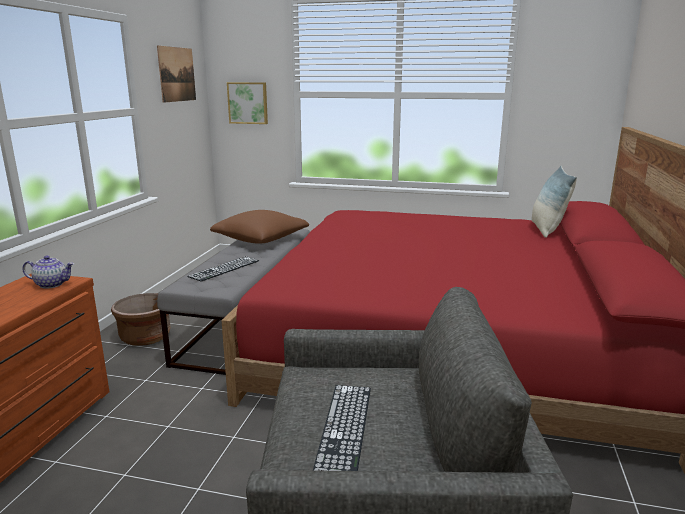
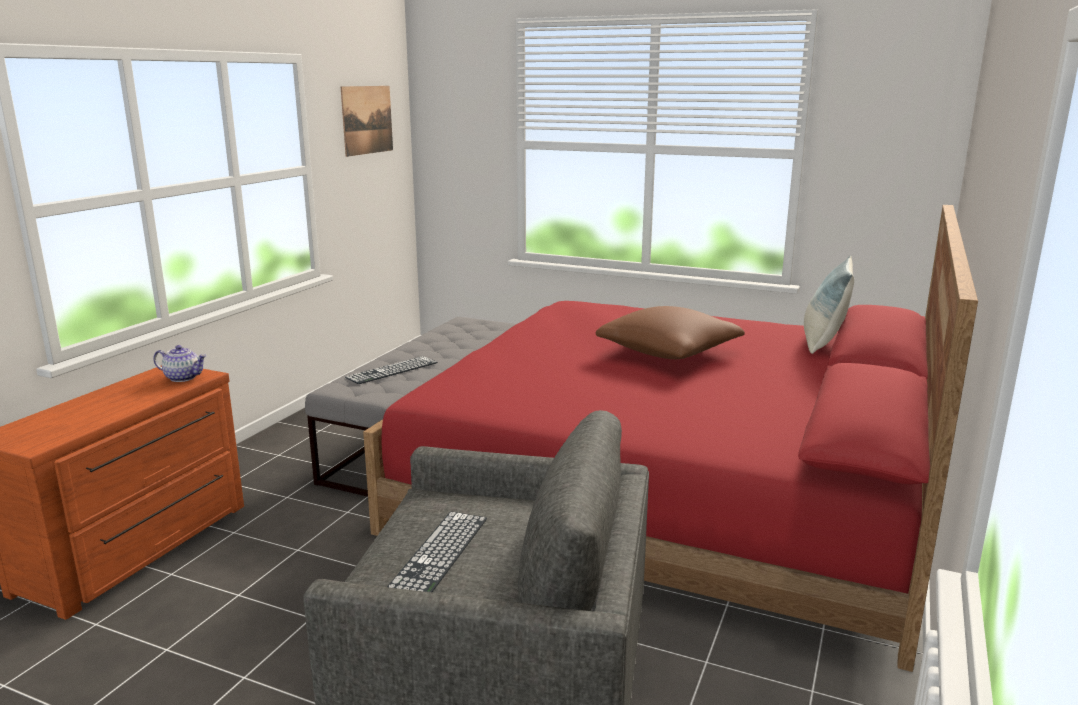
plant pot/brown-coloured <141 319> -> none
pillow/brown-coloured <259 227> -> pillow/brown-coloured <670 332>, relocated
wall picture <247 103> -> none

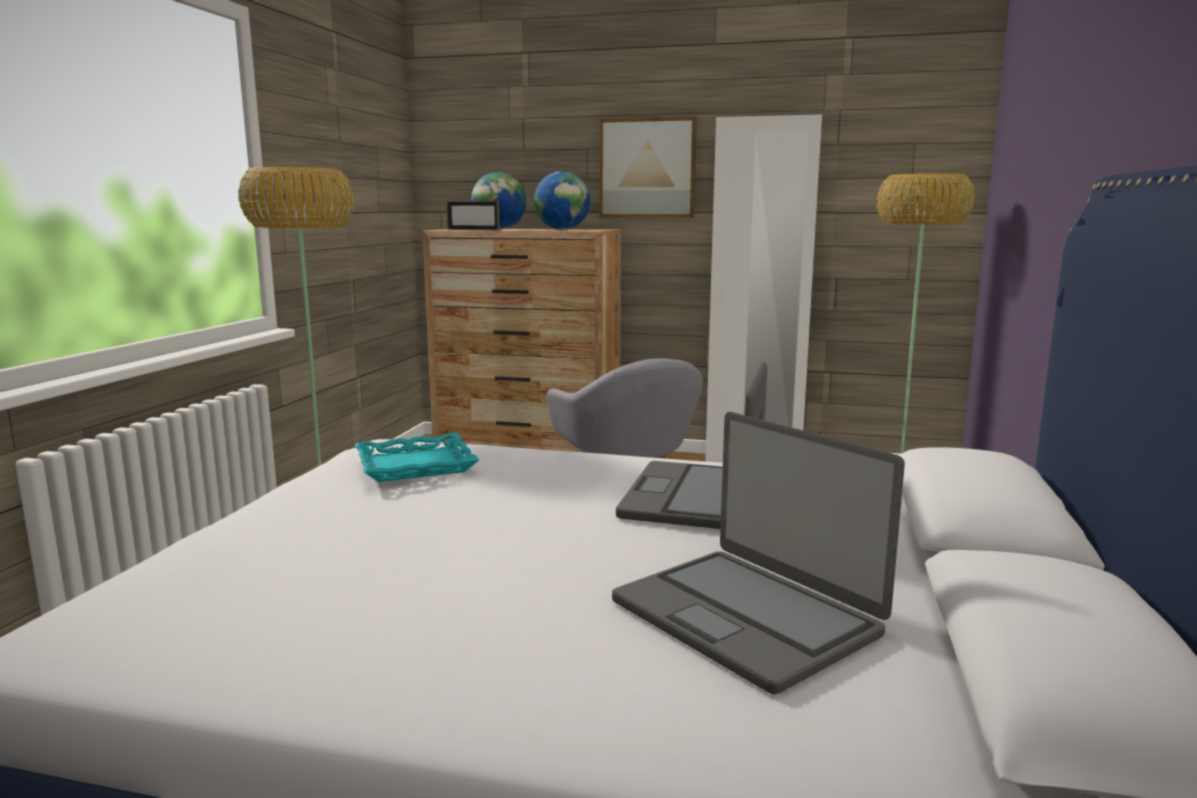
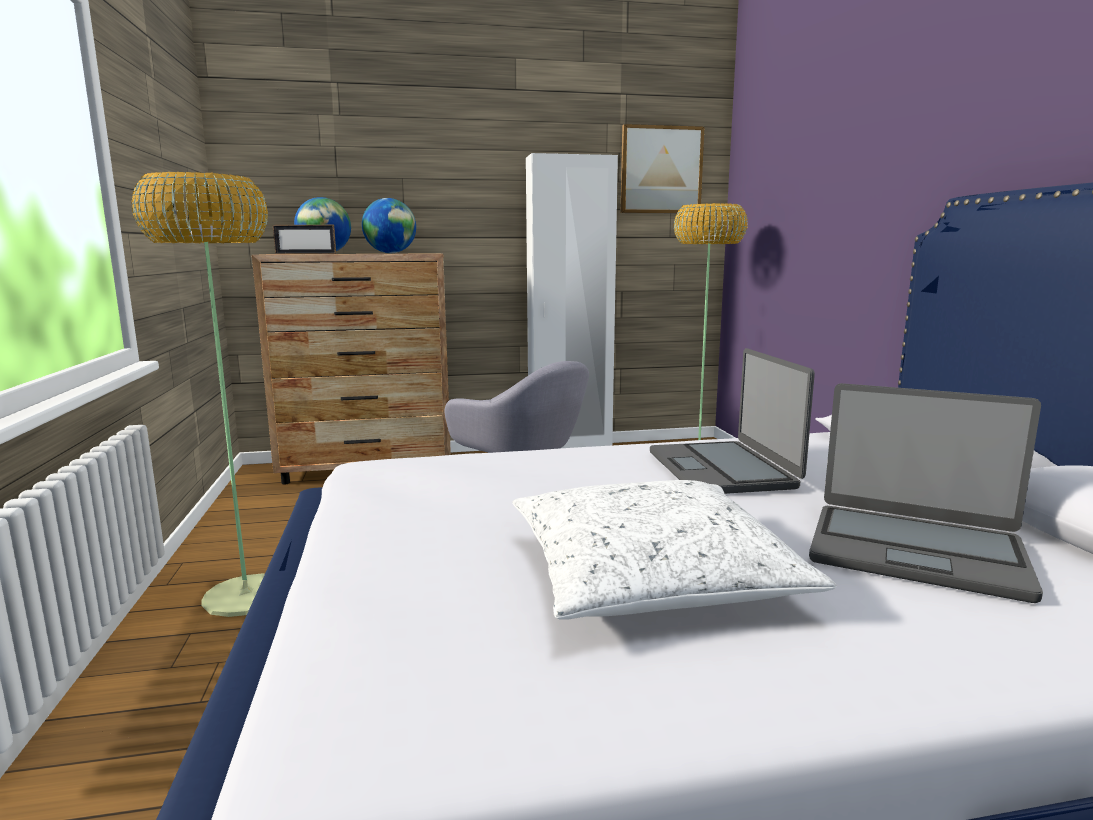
tray/turquoise-coloured <417 457> -> none
wall picture <648 167> -> wall picture <662 168>, relocated
none -> pillow/white <674 550>

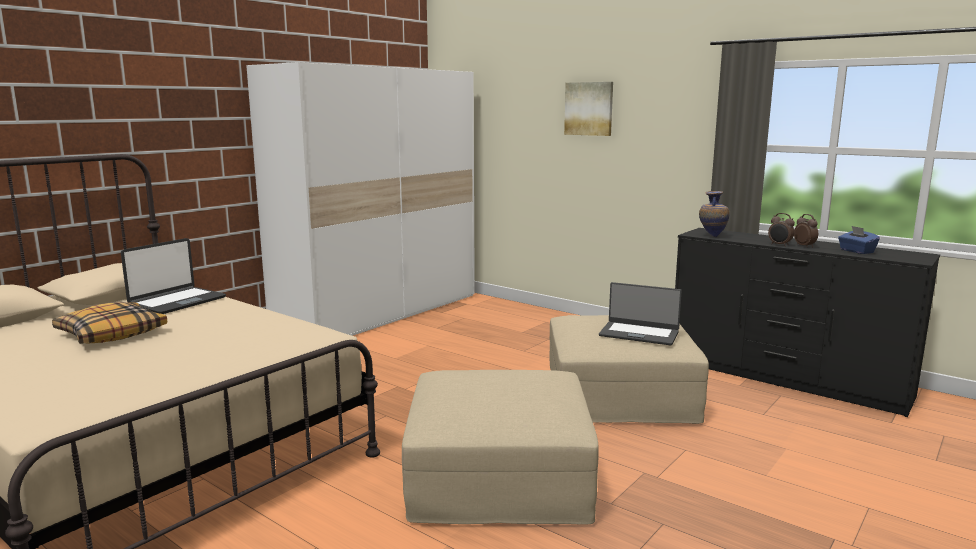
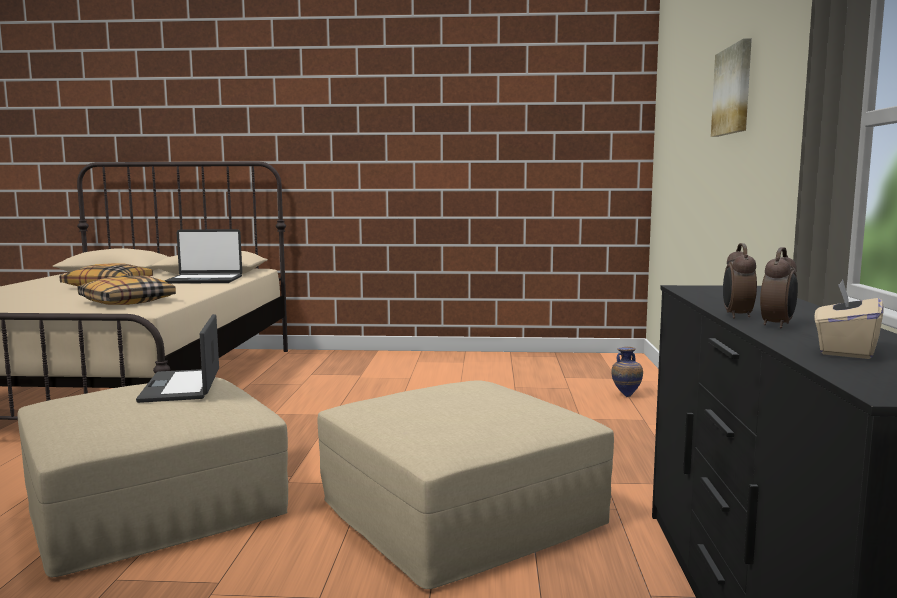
armoire/white <360 199> -> none
laptop <640 313> -> laptop <177 358>, relocated
vase <714 214> -> vase <627 372>, relocated
tissue box/blue <859 240> -> tissue box/beige <849 319>
none -> pillow <126 290>

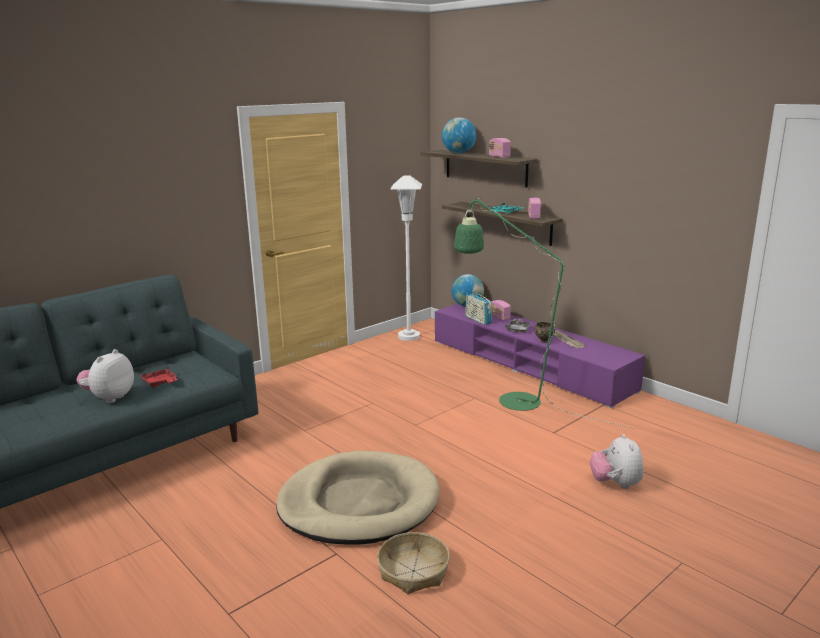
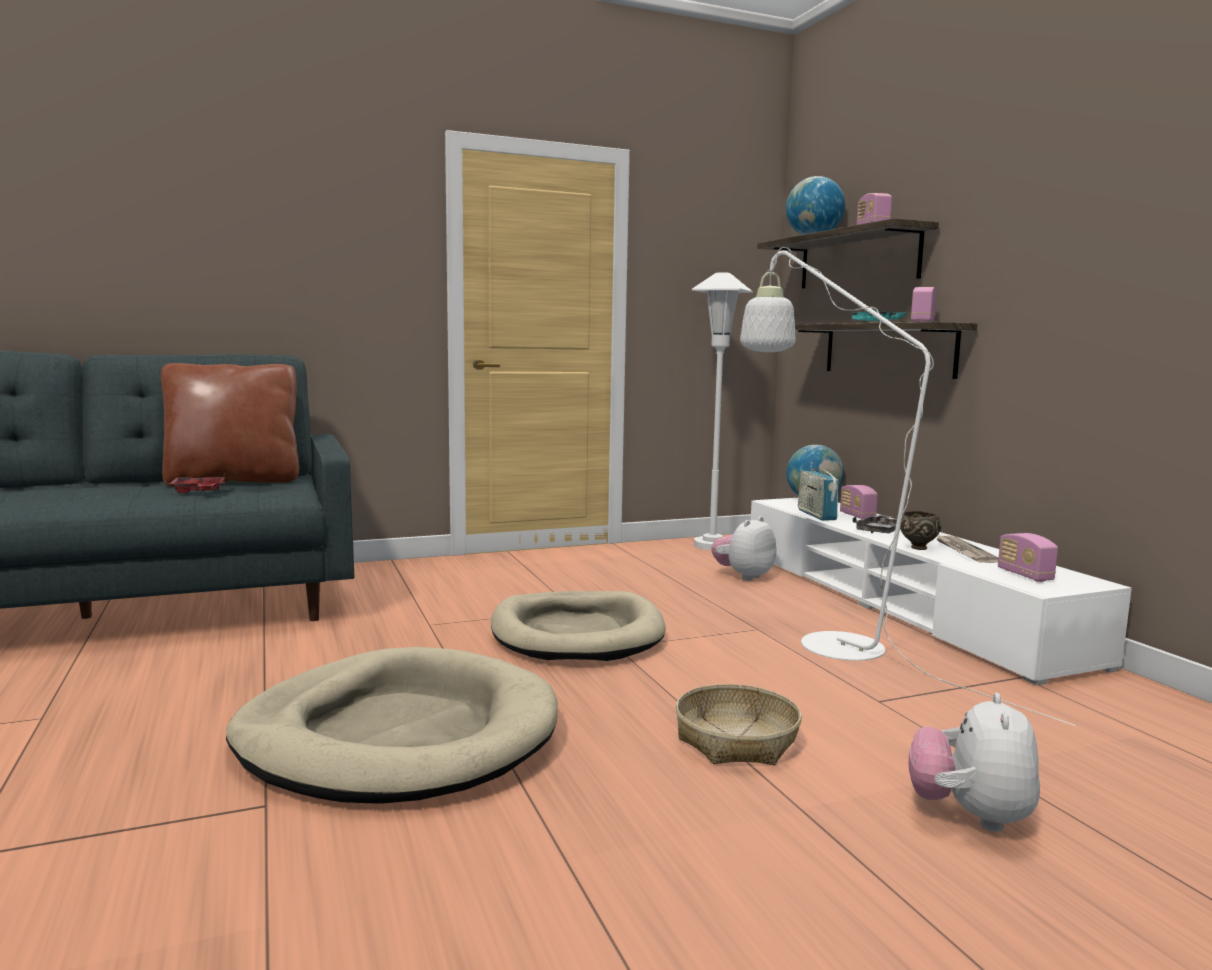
soft toy <105 376> -> soft toy <743 548>, relocated
household basket <413 563> -> household basket <739 724>, relocated
tv unit/purplish <540 356> -> tv unit/white <941 591>
floor lamp/green-coloured <544 313> -> floor lamp/white <908 486>
none -> pillow/brown-coloured <230 424>
none -> dog bed/beige <578 626>
none -> radio <1028 557>

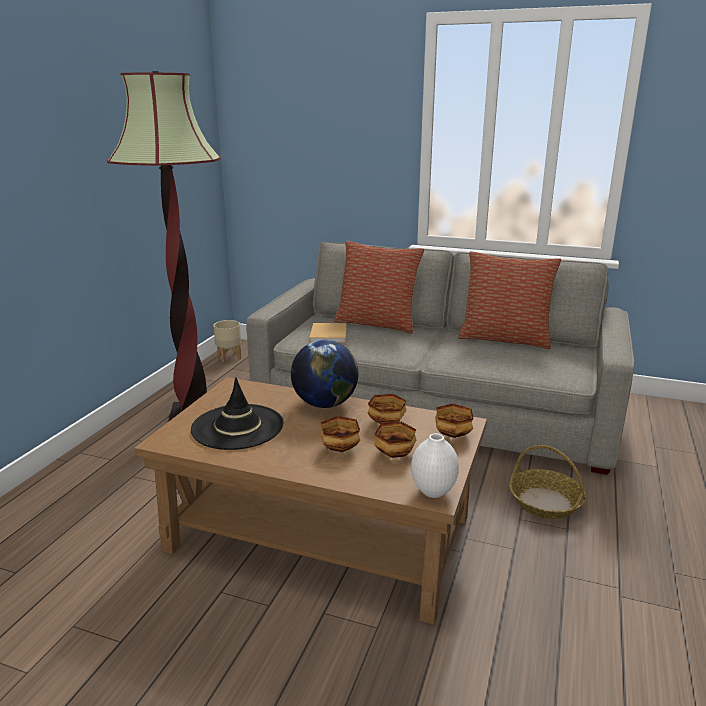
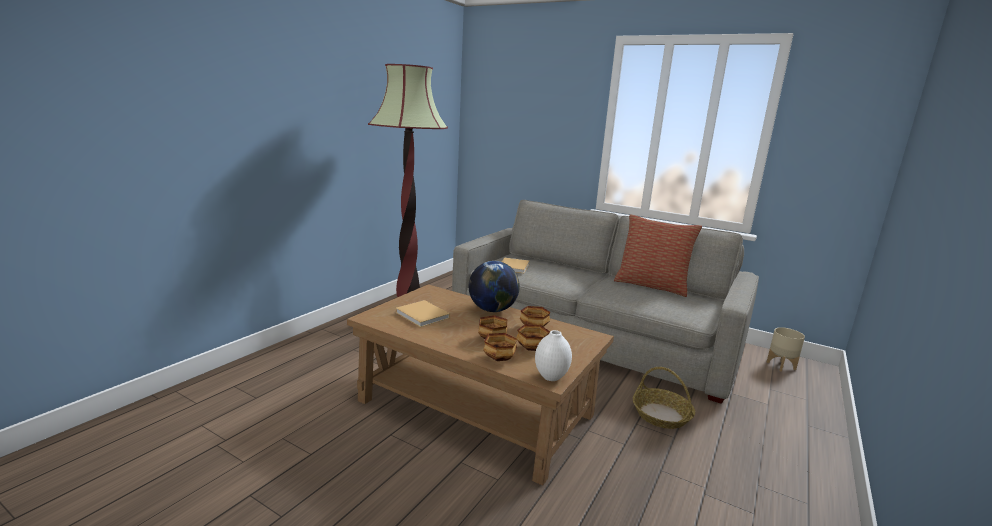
clothing hat/black <237 414> -> volume/beige <423 313>
plant pot/beige <227 341> -> plant pot/beige <785 349>, relocated
pillow <379 287> -> none
deep dish <454 421> -> deep dish <500 347>, relocated

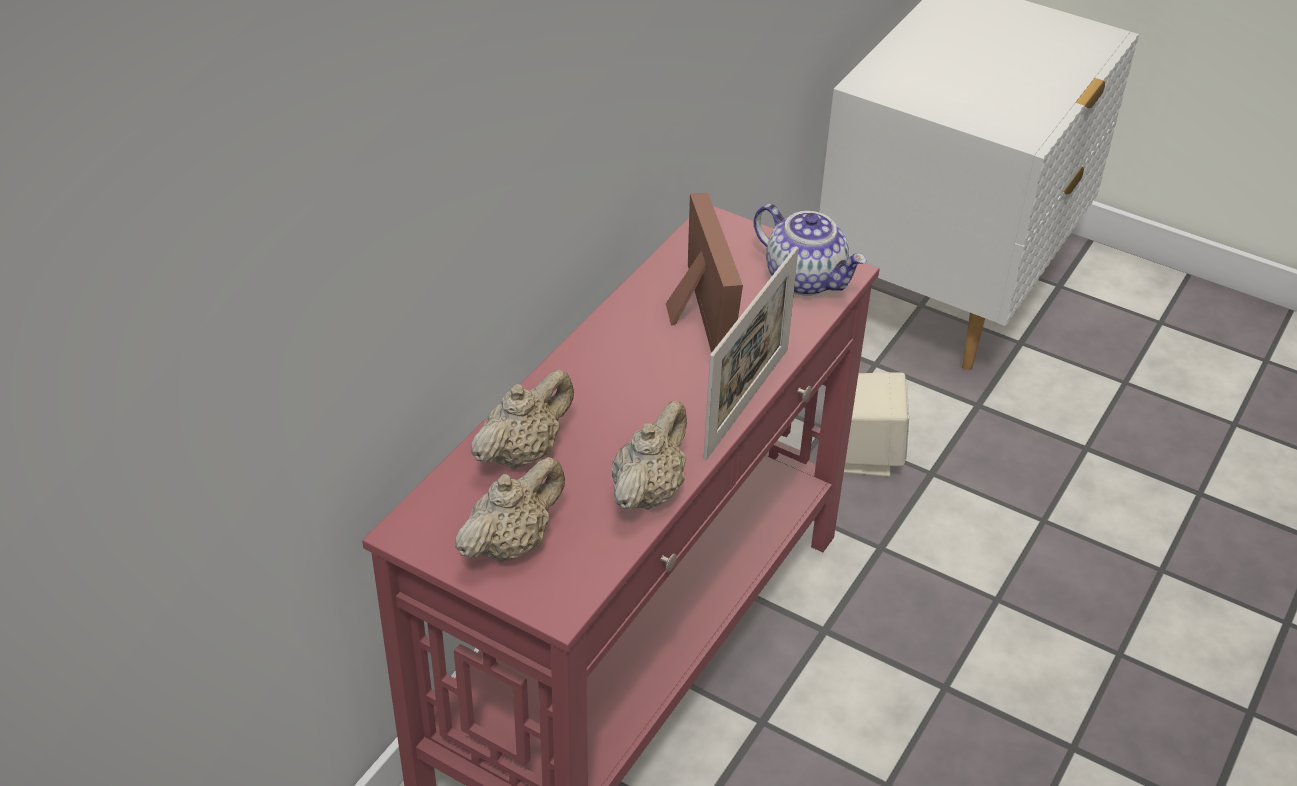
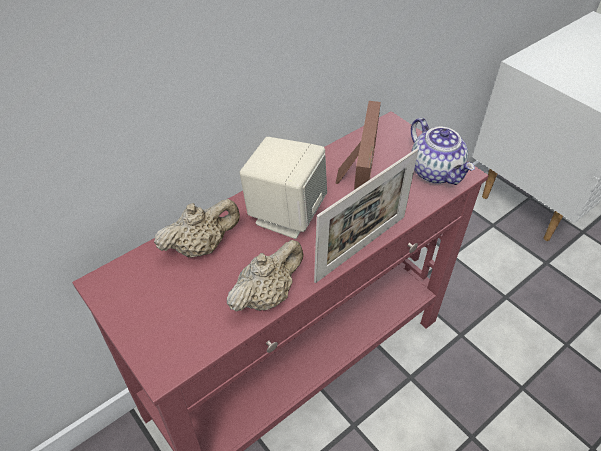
pot for tea/beige <510 510> -> none
audio speaker/beige <876 424> -> audio speaker/beige <283 188>, relocated

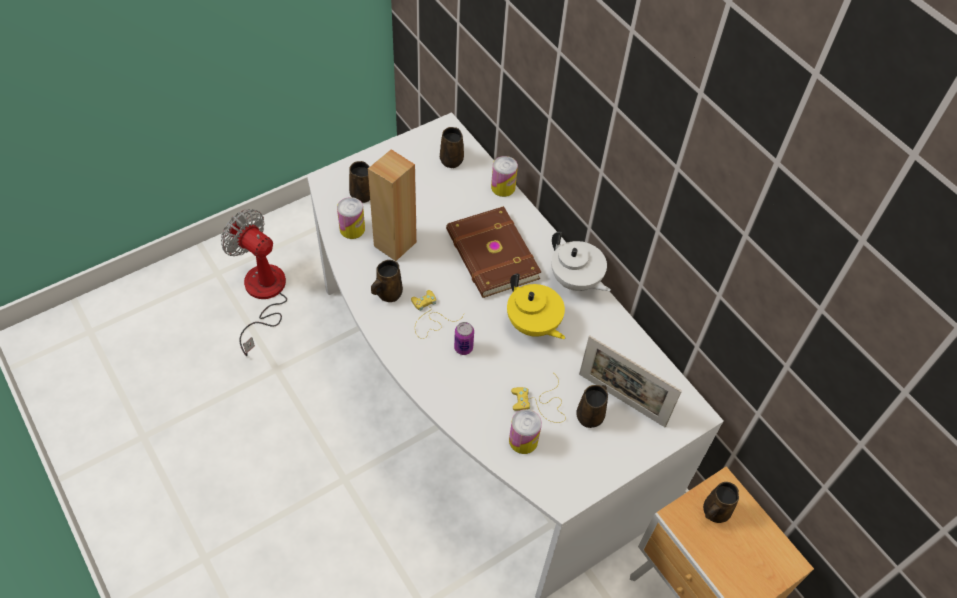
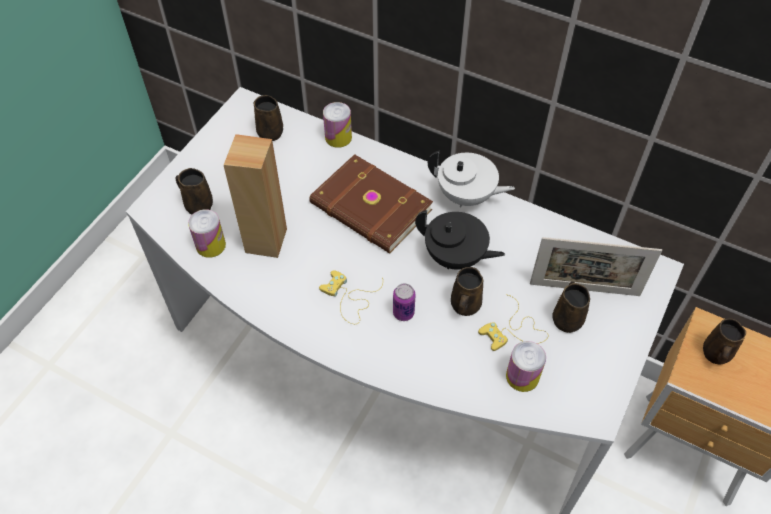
cooling fan <254 282> -> none
mug/brown-coloured <387 281> -> mug/brown-coloured <467 291>, relocated
pot for tea/yellow <536 306> -> pot for tea/black <460 240>

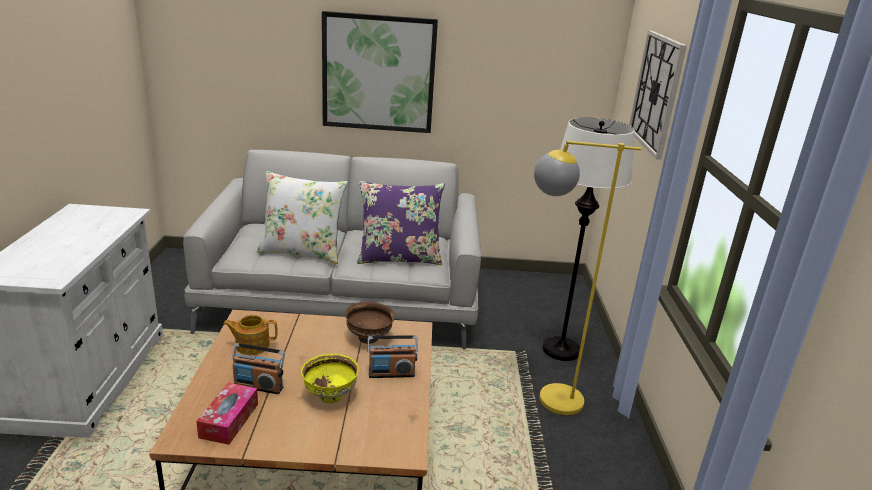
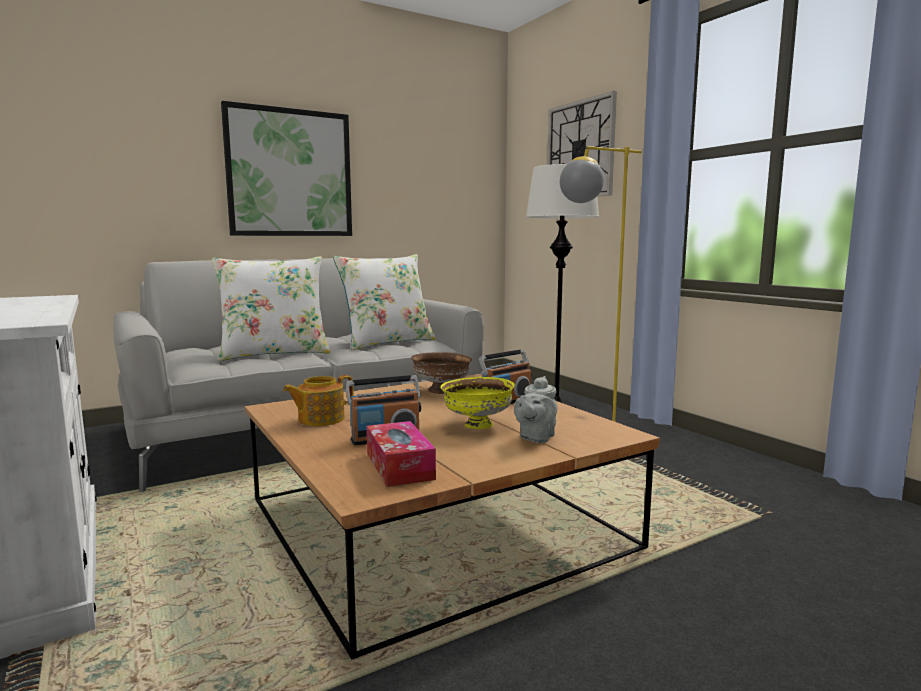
pillow/purplish <401 223> -> pillow/white <384 302>
none -> pot for tea/gray <536 409>

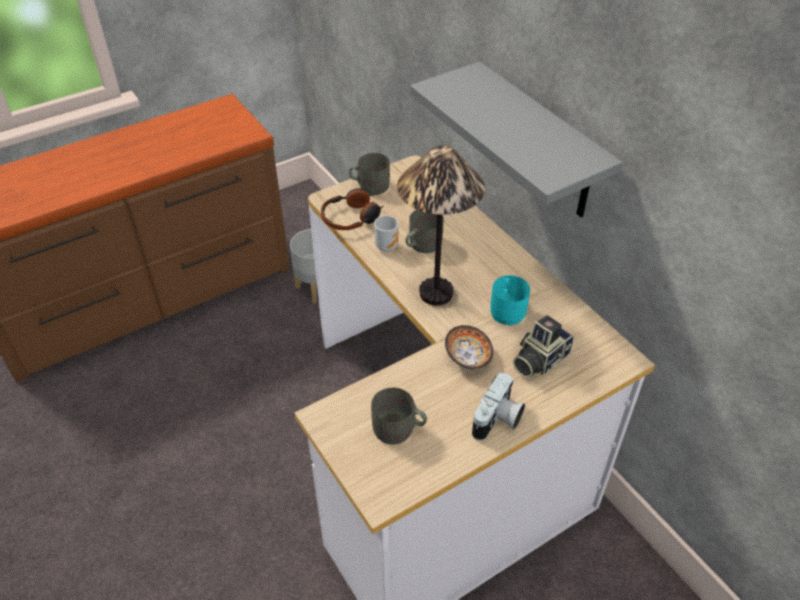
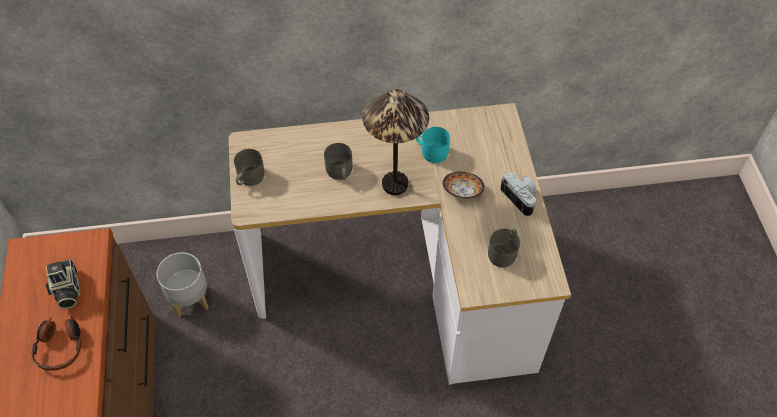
headphones <352 209> -> headphones <56 343>, relocated
mug <386 233> -> none
wall shelf/gray <516 139> -> none
photo camera <543 346> -> photo camera <62 284>, relocated

